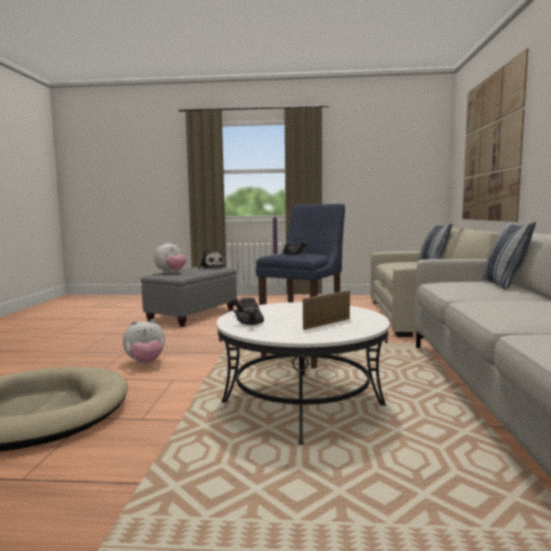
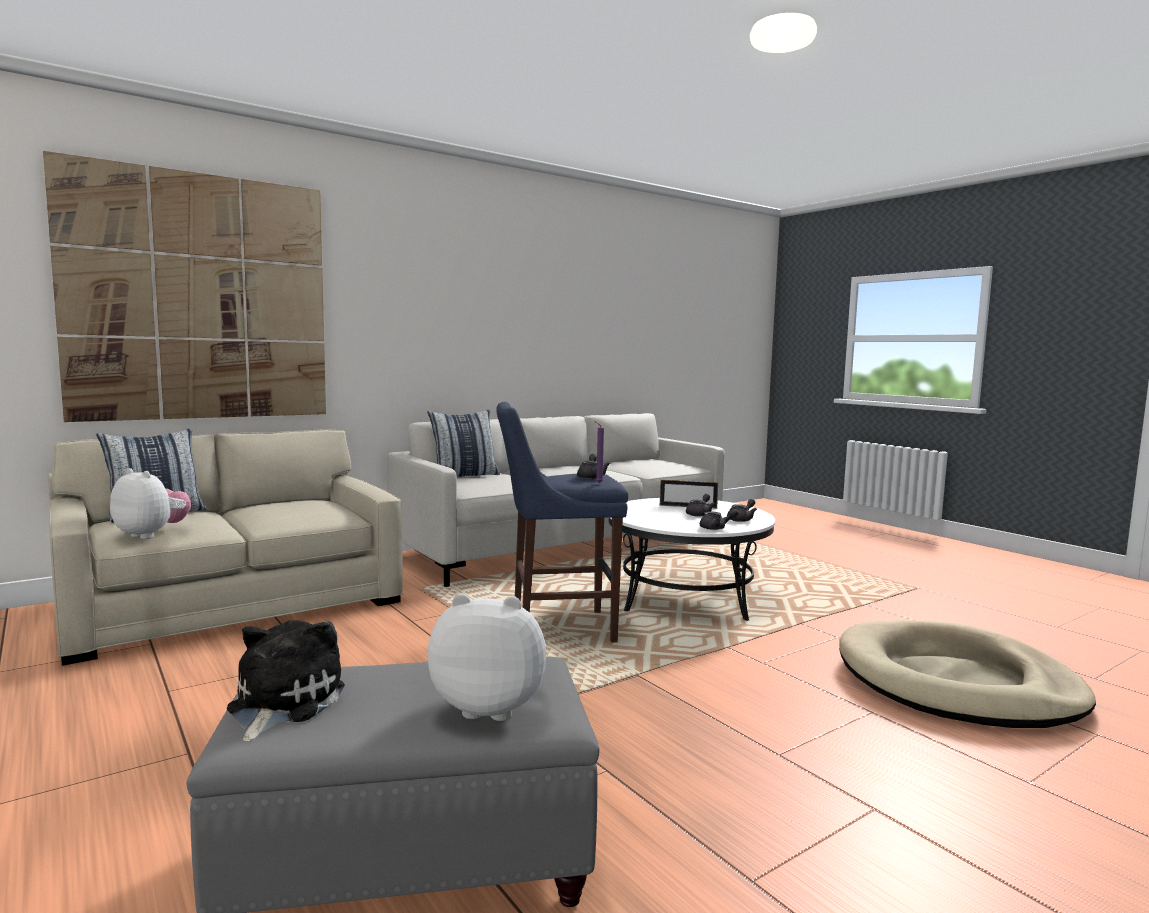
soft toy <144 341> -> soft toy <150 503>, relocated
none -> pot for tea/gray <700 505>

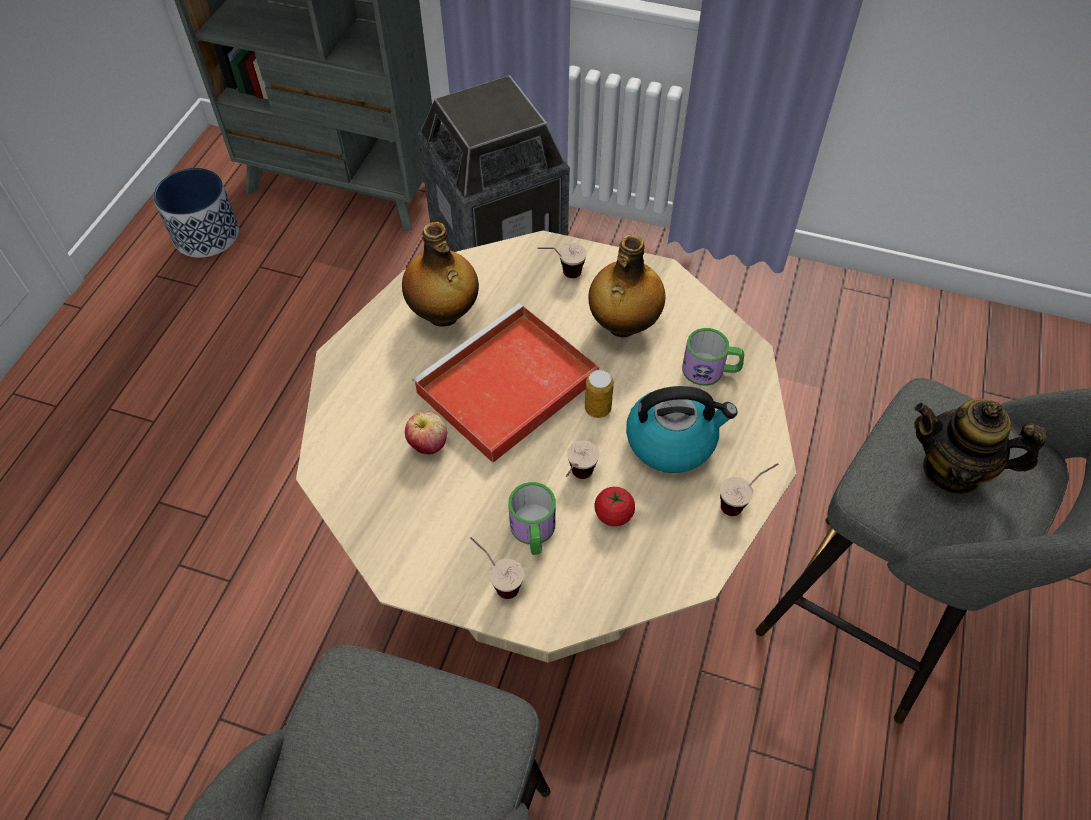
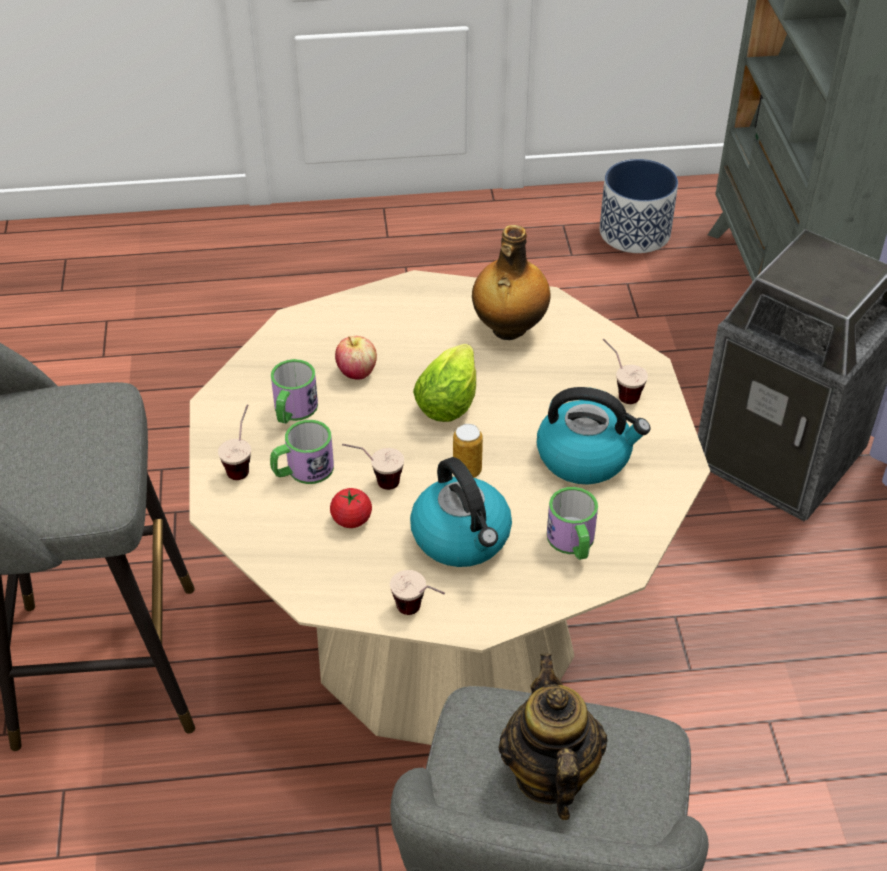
tray/red-coloured <505 383> -> lettuce head <444 383>
bottle <626 286> -> water kettle <593 436>
none -> mug <294 391>

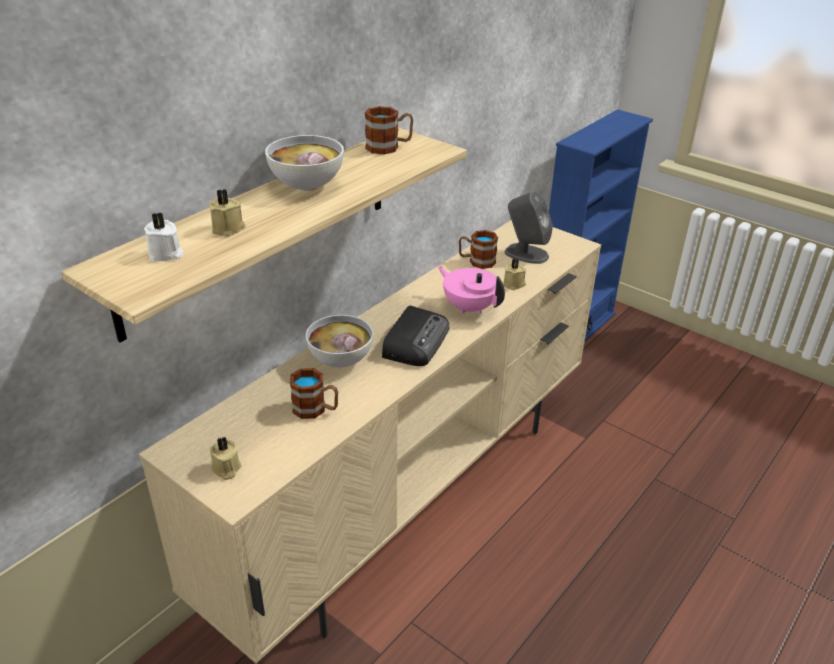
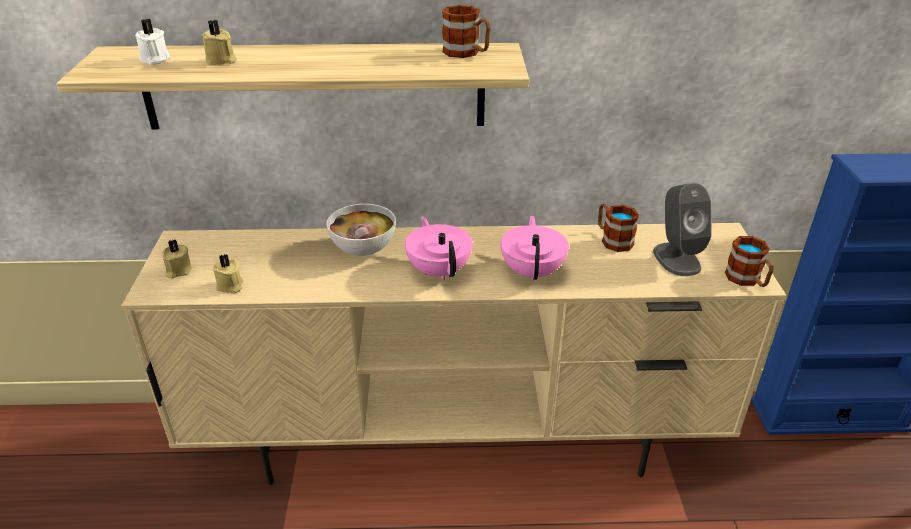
deep dish <304 163> -> none
mug <314 393> -> mug <749 261>, relocated
radio <415 336> -> pot for tea/pinkish <439 248>
wax candle/beige <514 274> -> wax candle/beige <228 273>, relocated

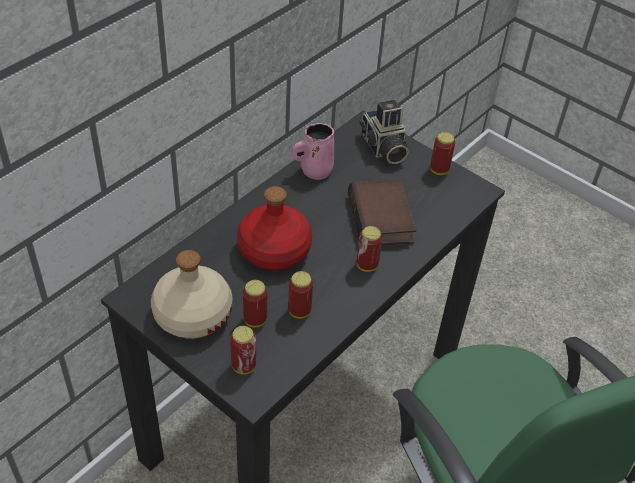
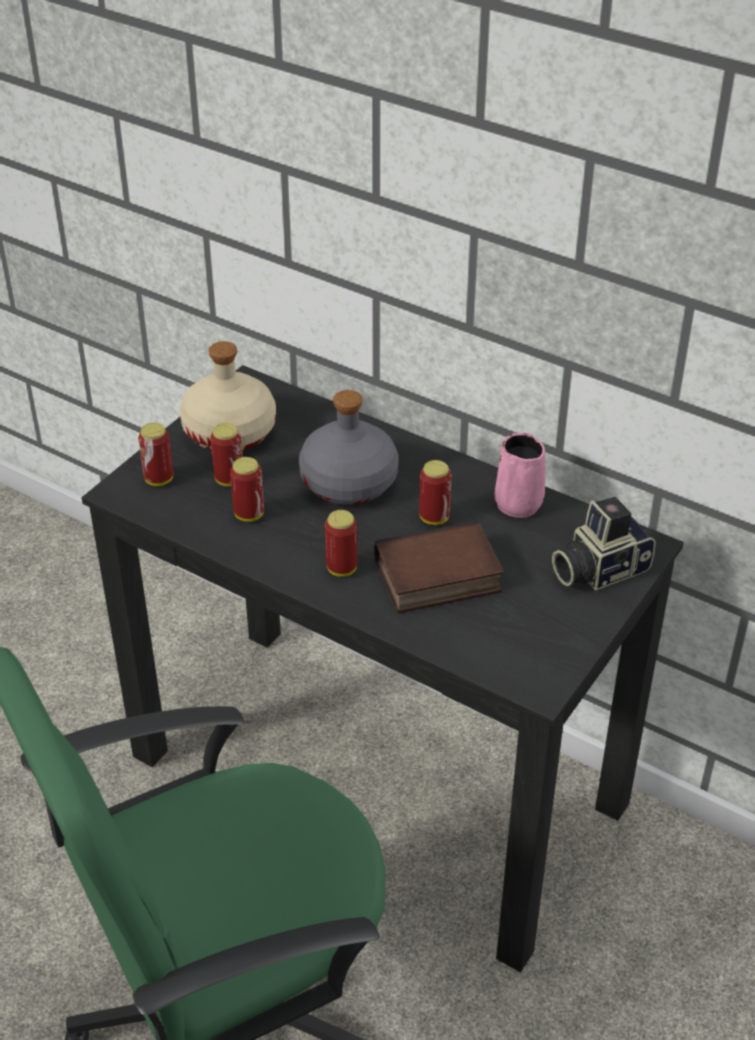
bottle/red-coloured <274 228> -> bottle/gray <349 447>
metal can <442 153> -> metal can <435 492>, relocated

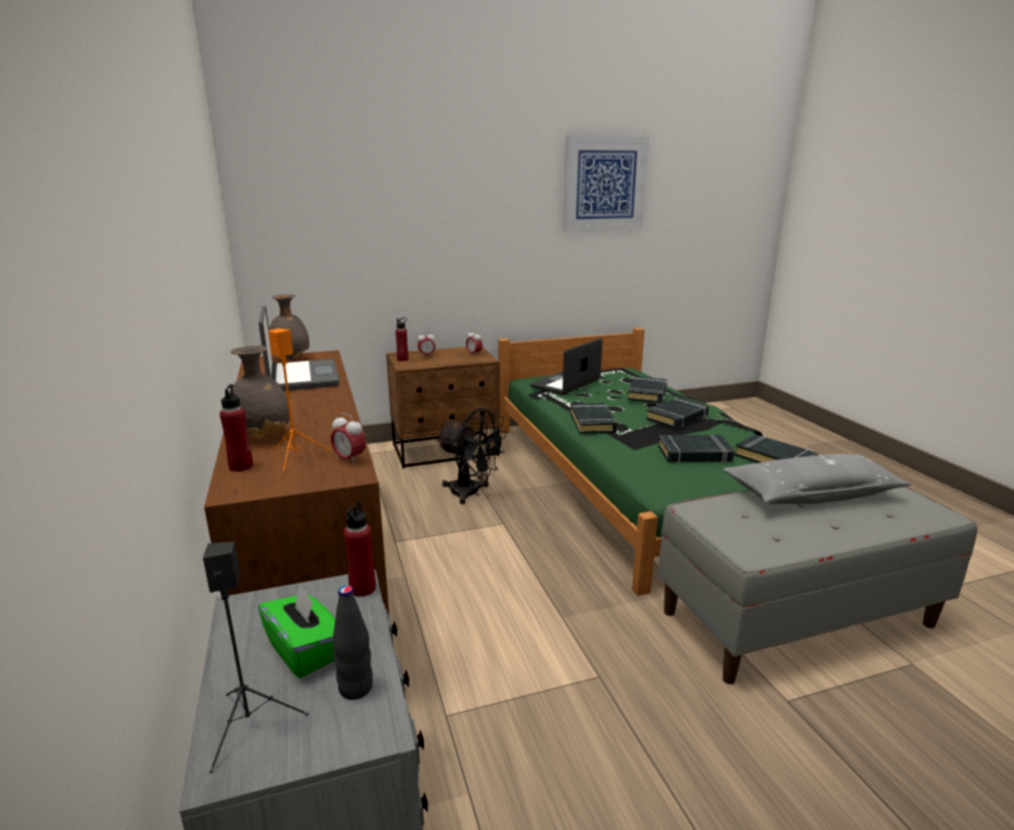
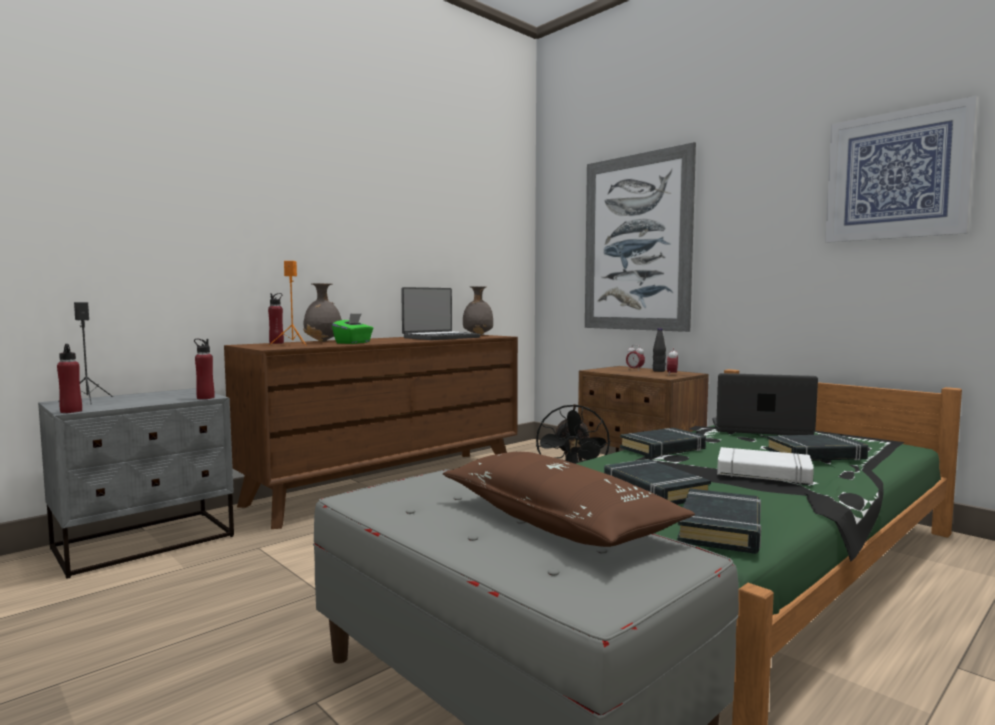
tissue box/green-coloured <296 631> -> tissue box/green-coloured <352 328>, relocated
bedside clock <348 439> -> none
bottle/black <352 642> -> bottle/black <659 350>, relocated
bottle/red-coloured <402 339> -> bottle/red-coloured <69 378>, relocated
volume/black <677 413> -> volume/white <765 465>
pillow/gray <816 479> -> pillow/brown-coloured <569 499>
none -> wall picture <640 237>

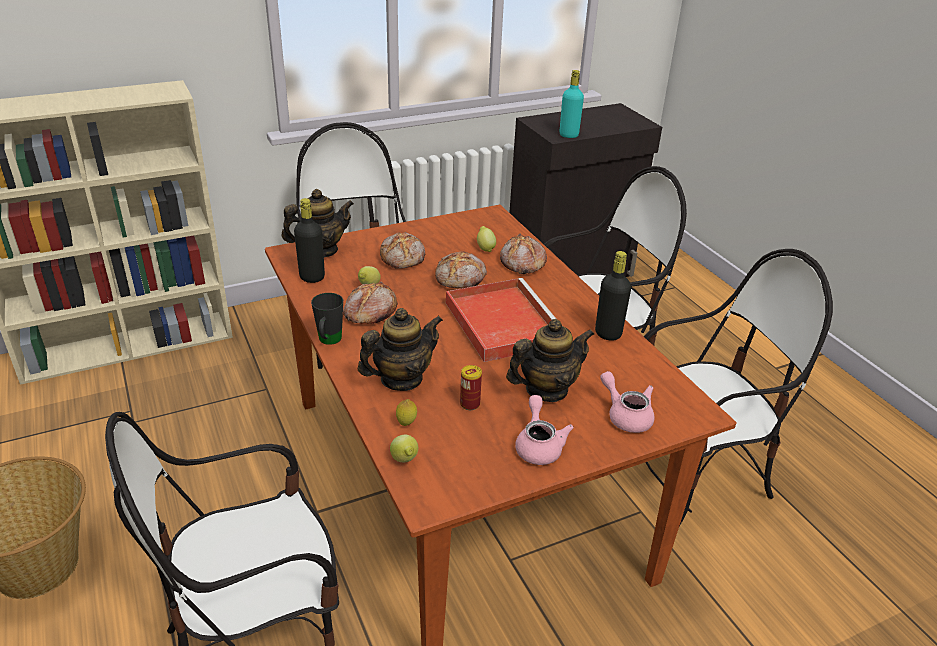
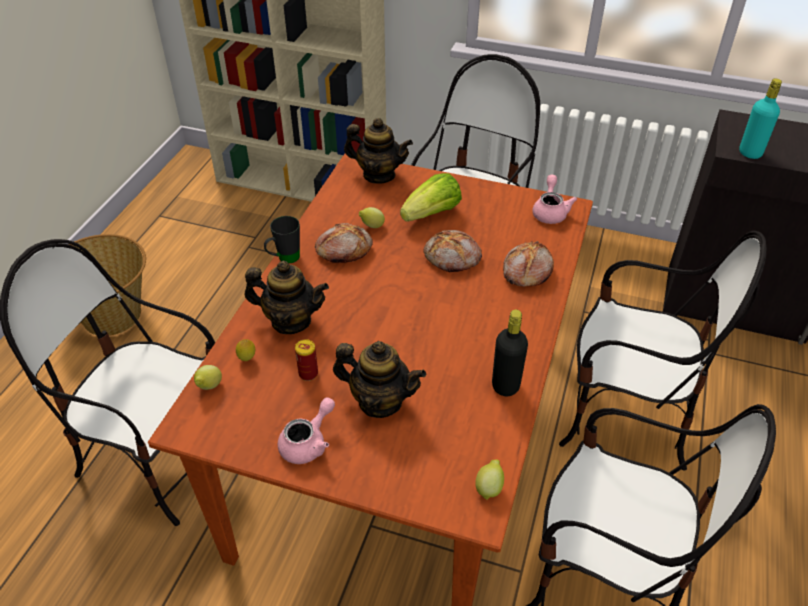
bottle/black <309 240> -> none
bread <402 250> -> lettuce head <431 197>
tray/red-coloured <501 320> -> none
lemon <486 239> -> lemon <489 479>, relocated
pot for tea/pinkish <627 402> -> pot for tea/pinkish <554 199>, relocated

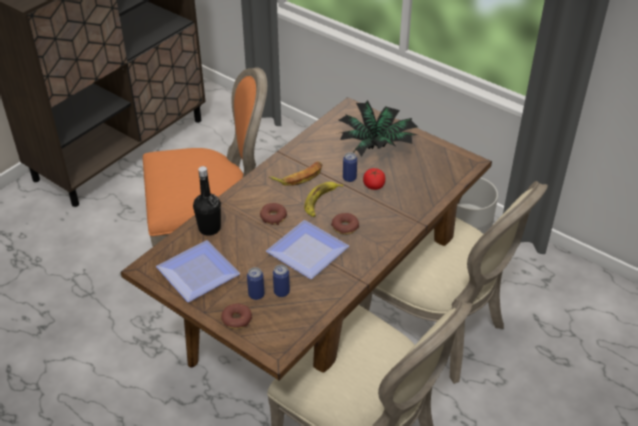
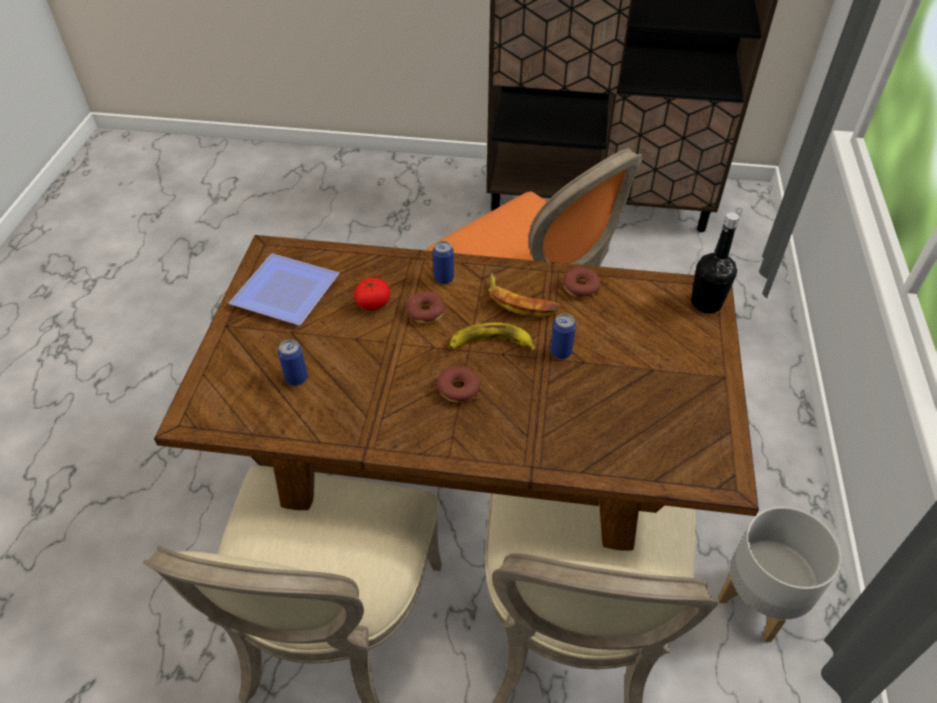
bottle/black <207 201> -> bottle/black <715 262>, relocated
donut <236 316> -> donut <582 283>, relocated
metal can <255 283> -> metal can <443 262>, relocated
plate <307 249> -> none
plant in a pot <377 128> -> none
whole tomato <374 179> -> whole tomato <372 294>, relocated

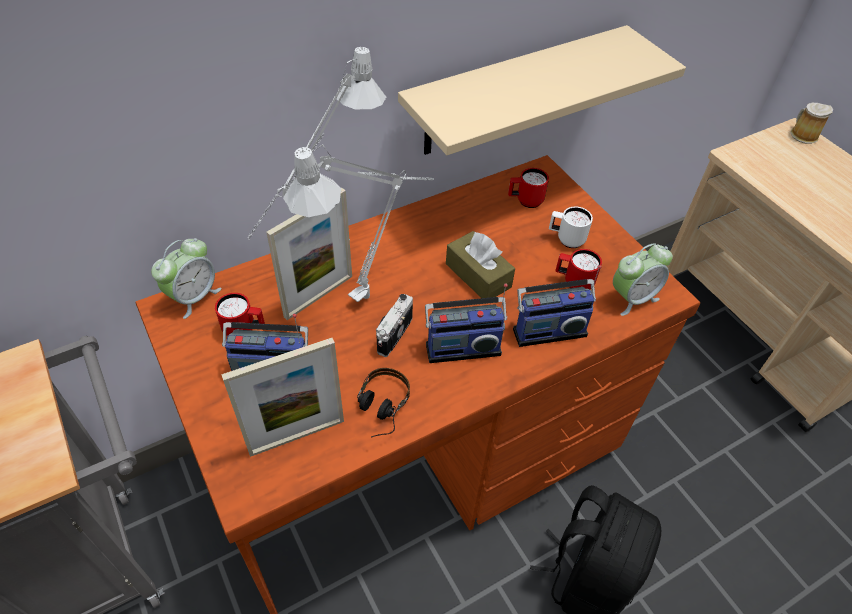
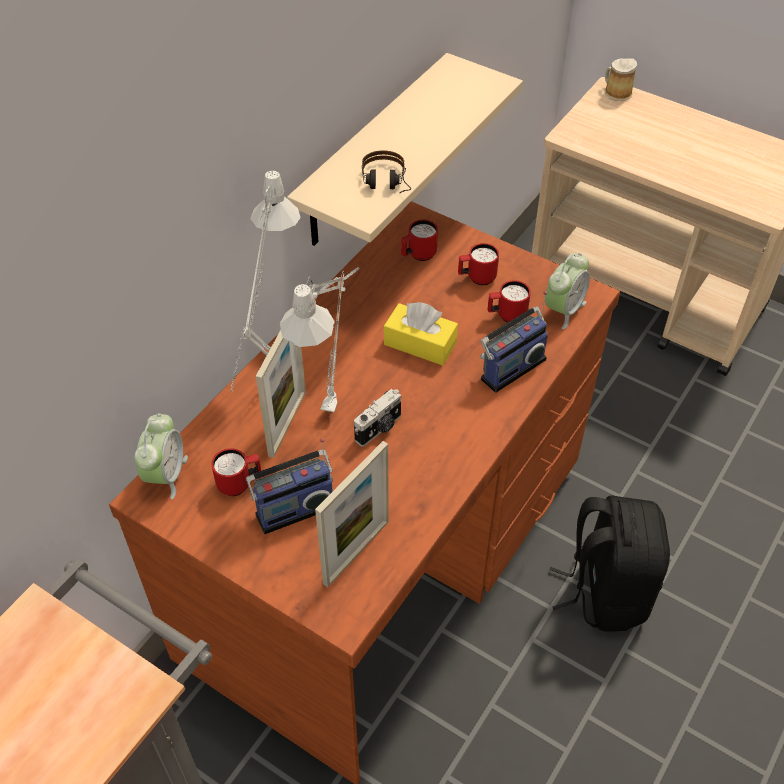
headphones <383 403> -> headphones <386 171>, relocated
photo camera <394 325> -> photo camera <377 418>, 135 degrees counterclockwise
radio <466 323> -> none
tissue box/brown-coloured <480 264> -> tissue box/yellow <421 333>
mug/white <571 227> -> mug/red-coloured <478 264>

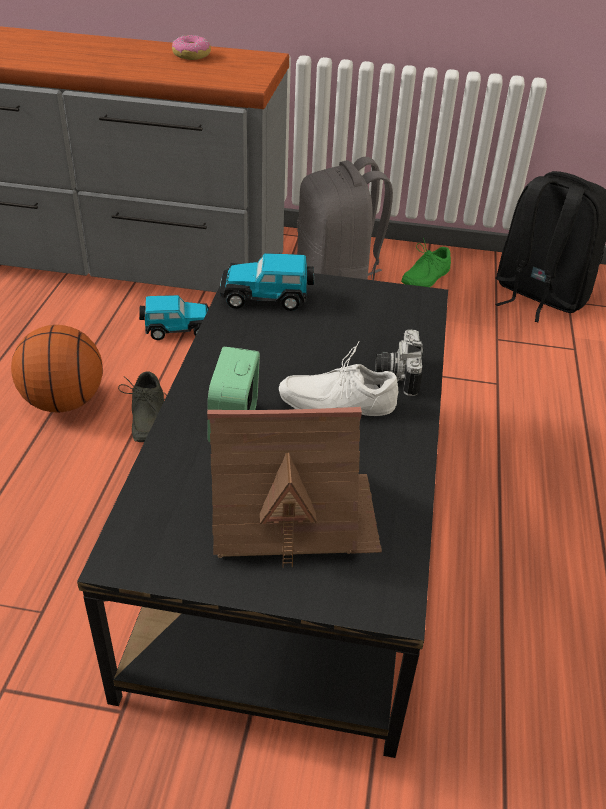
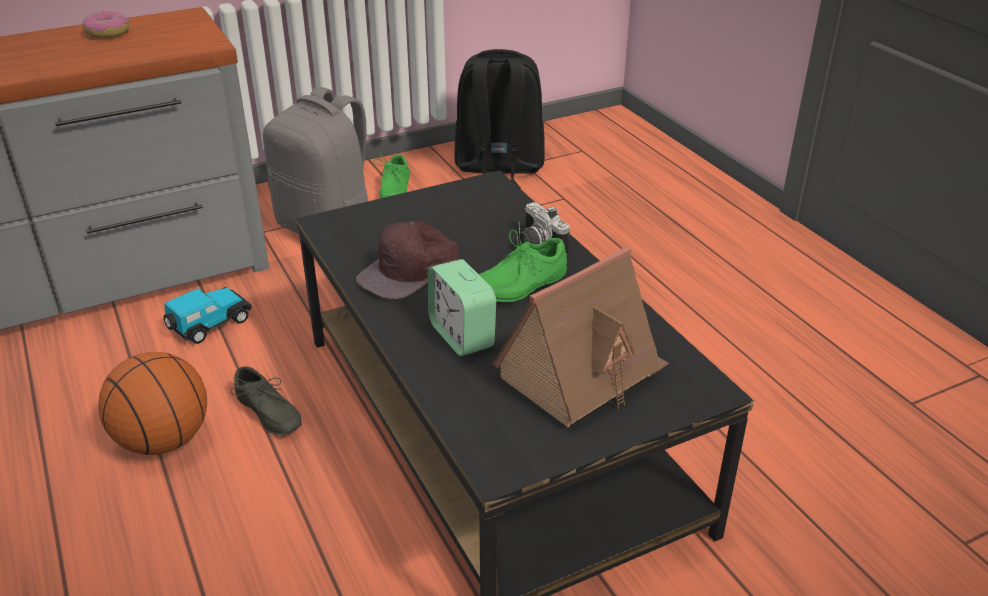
miniature car <267 282> -> none
item of footwear/white <338 378> -> item of footwear/green-coloured <523 262>
none -> baseball cap/brown-coloured <408 260>

